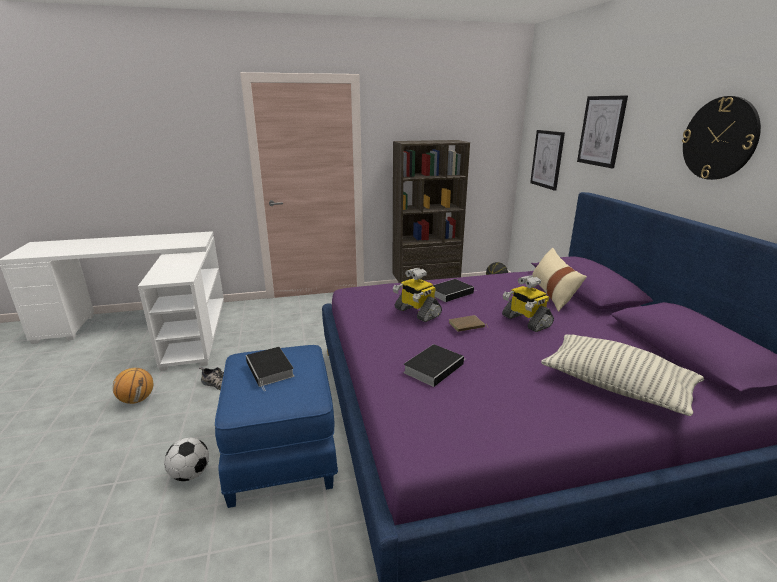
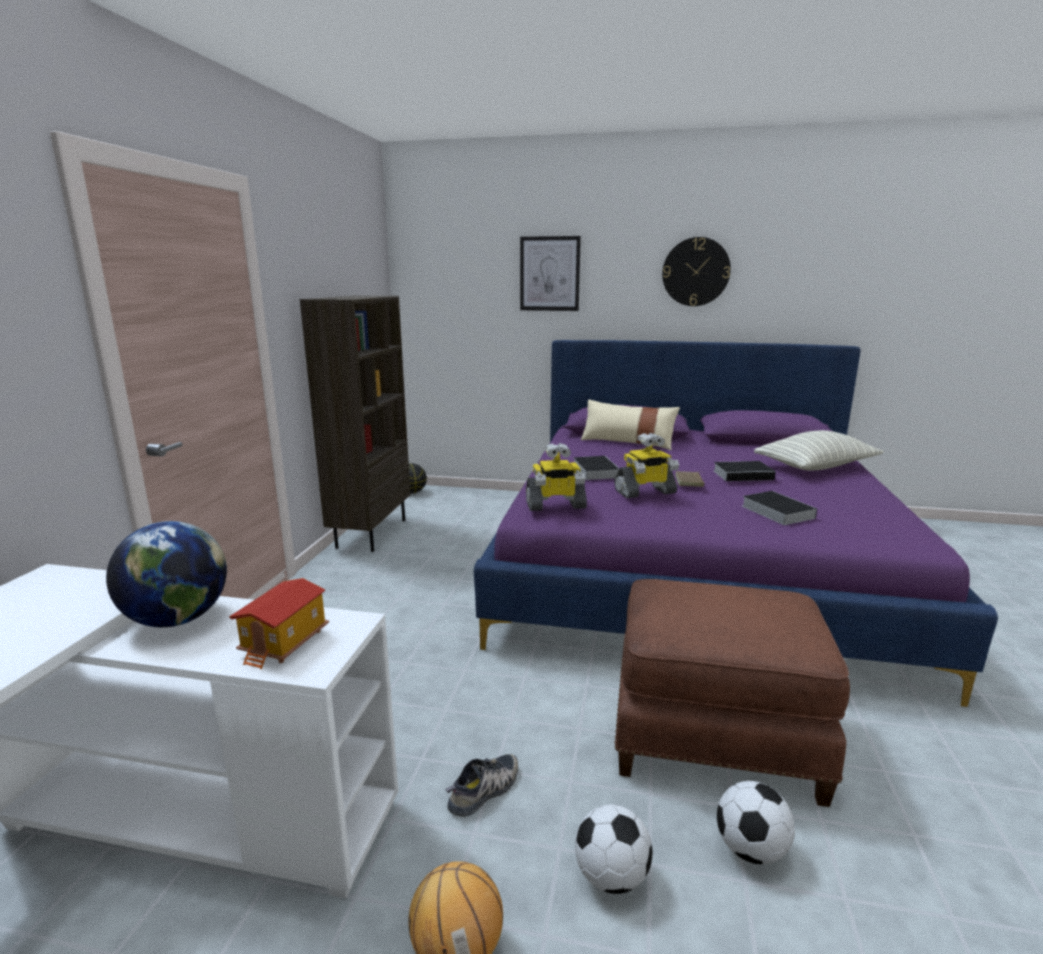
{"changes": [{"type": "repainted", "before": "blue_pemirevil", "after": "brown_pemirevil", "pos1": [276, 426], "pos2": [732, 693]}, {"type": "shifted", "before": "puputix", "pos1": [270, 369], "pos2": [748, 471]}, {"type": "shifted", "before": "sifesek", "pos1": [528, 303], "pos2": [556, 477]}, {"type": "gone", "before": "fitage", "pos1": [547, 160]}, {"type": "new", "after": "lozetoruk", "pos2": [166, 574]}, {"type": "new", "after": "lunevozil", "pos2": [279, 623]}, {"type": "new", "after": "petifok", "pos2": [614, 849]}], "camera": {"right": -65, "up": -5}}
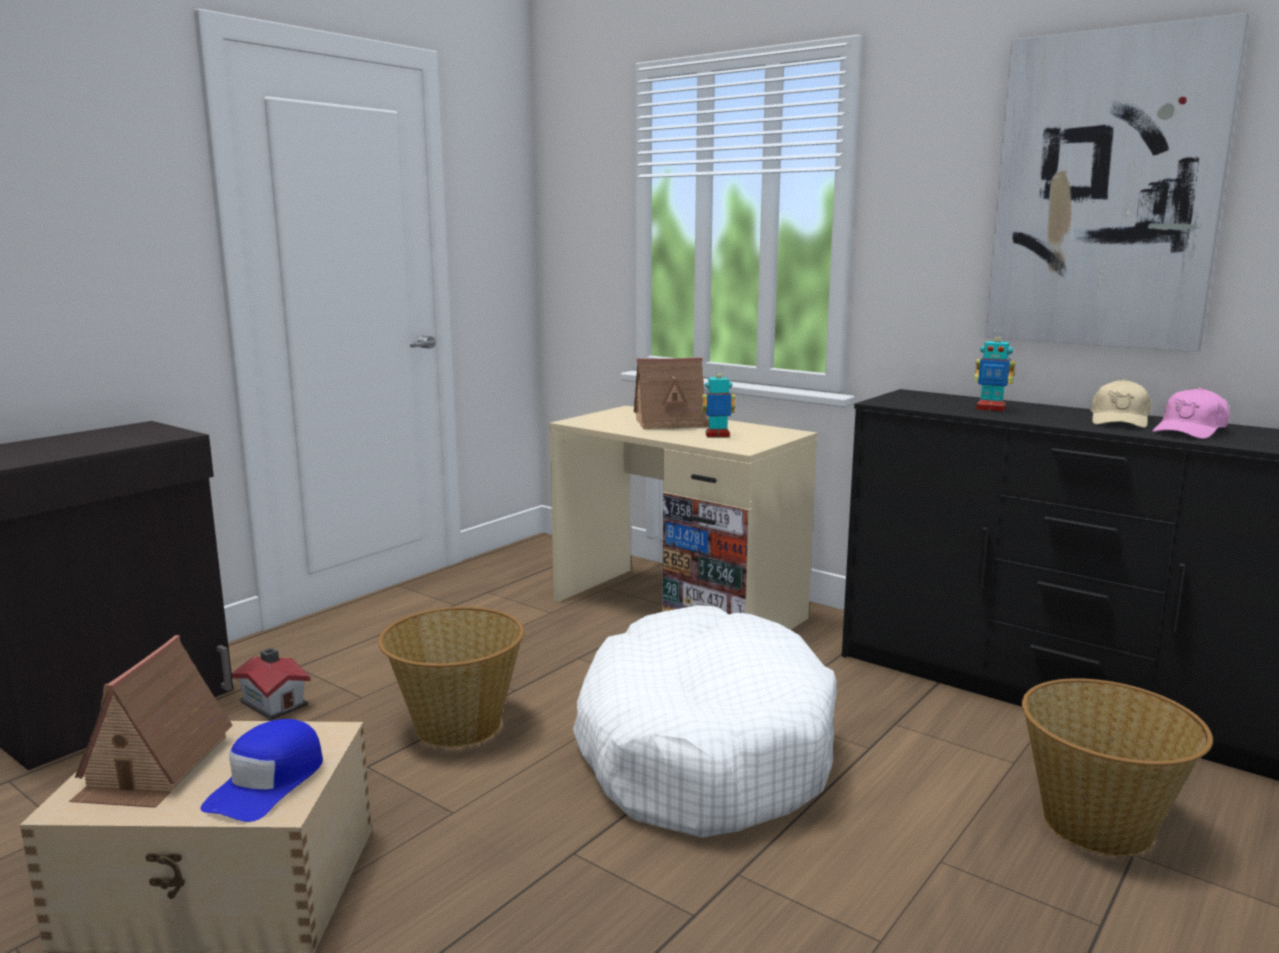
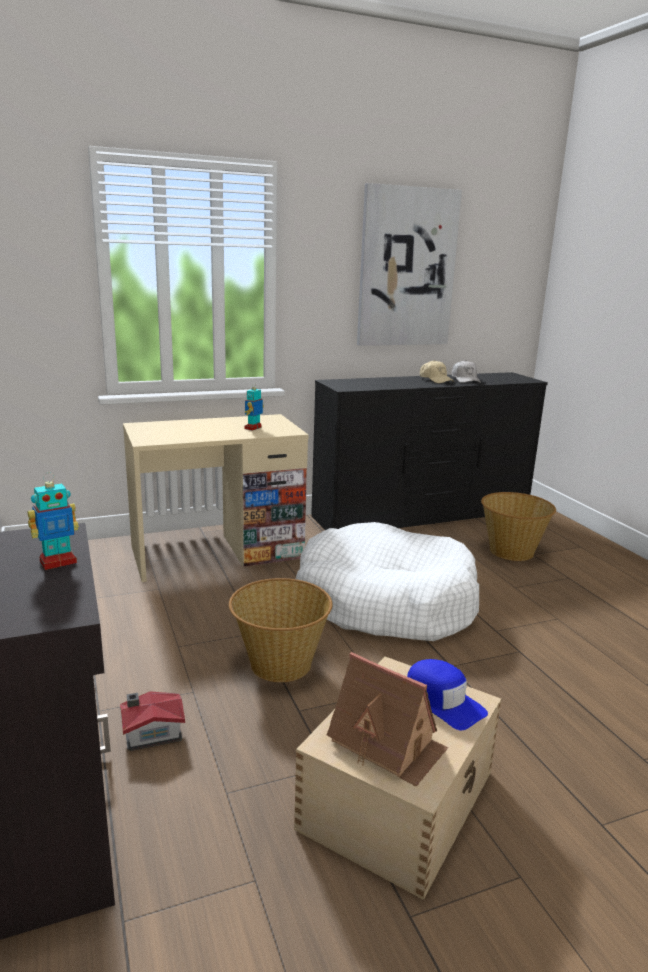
{"changes": [{"type": "gone", "before": "lunevozil", "pos1": [671, 393]}, {"type": "shifted", "before": "sifesek", "pos1": [995, 370], "pos2": [53, 521]}, {"type": "repainted", "before": "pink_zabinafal", "after": "white_zabinafal", "pos1": [1191, 413], "pos2": [466, 371]}], "camera": {"right": -60, "up": 5}}
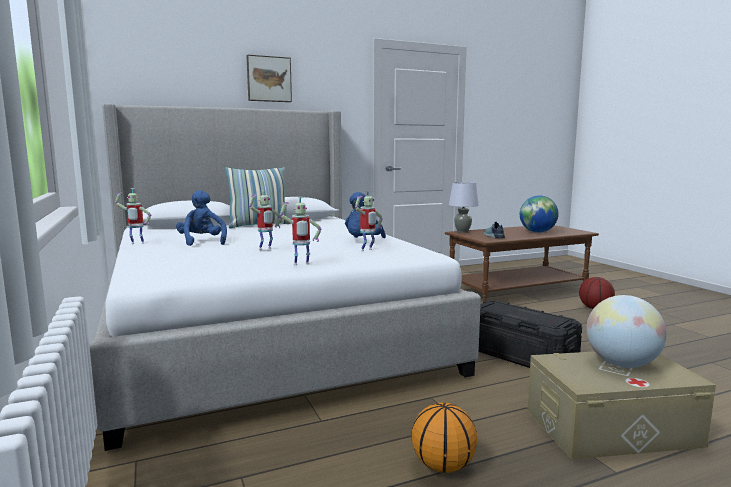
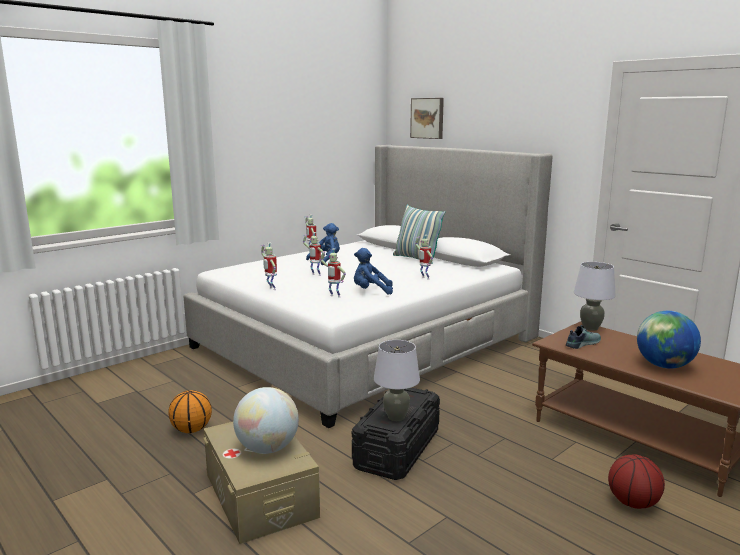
{"changes": [{"type": "shifted", "before": "fitage", "pos1": [269, 78], "pos2": [427, 118]}, {"type": "new", "after": "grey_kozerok", "pos2": [397, 380]}, {"type": "new", "after": "sifesek", "pos2": [424, 257]}], "camera": {"right": 70, "up": 5}}
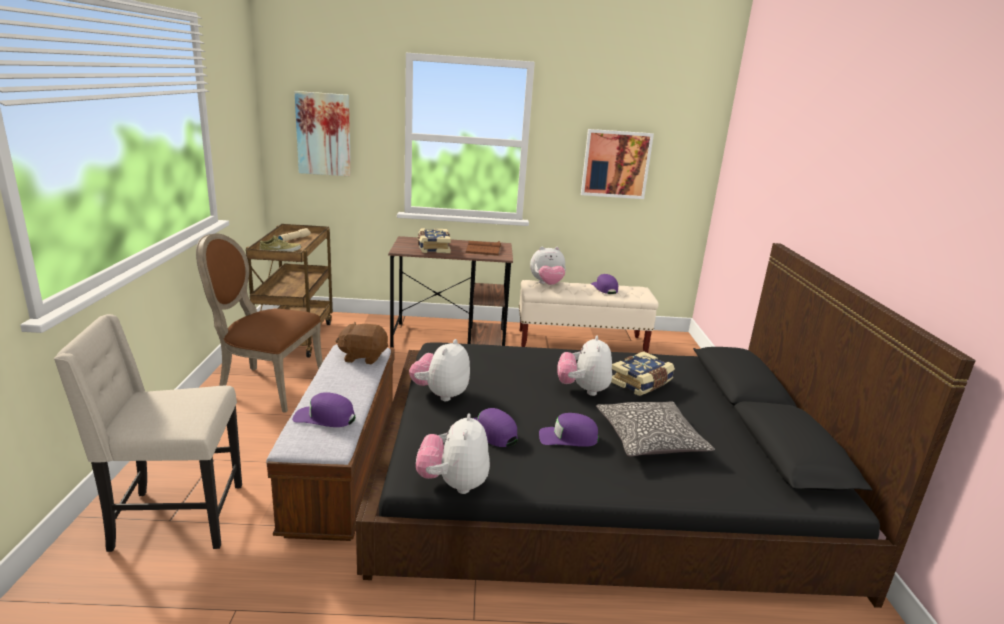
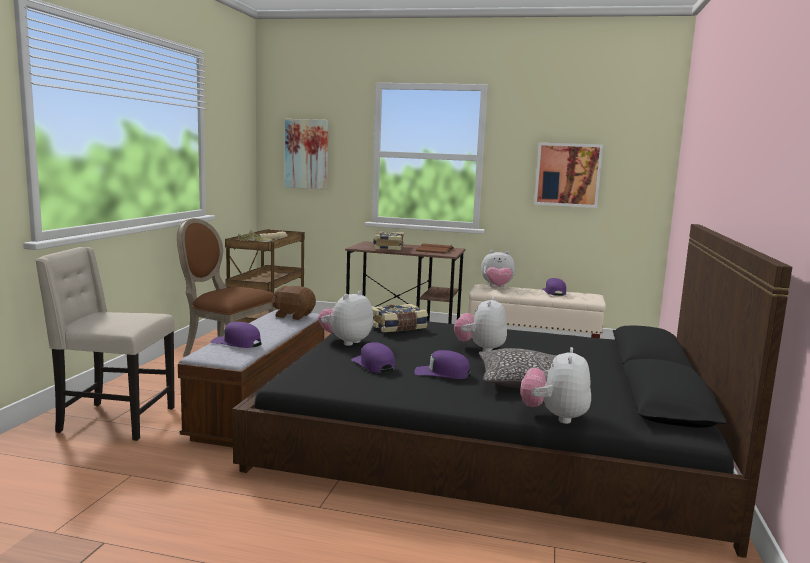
{"changes": [{"type": "shifted", "before": "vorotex", "pos1": [453, 453], "pos2": [555, 385]}, {"type": "shifted", "before": "puputix", "pos1": [643, 373], "pos2": [400, 318]}], "camera": {"right": 15, "up": -10}}
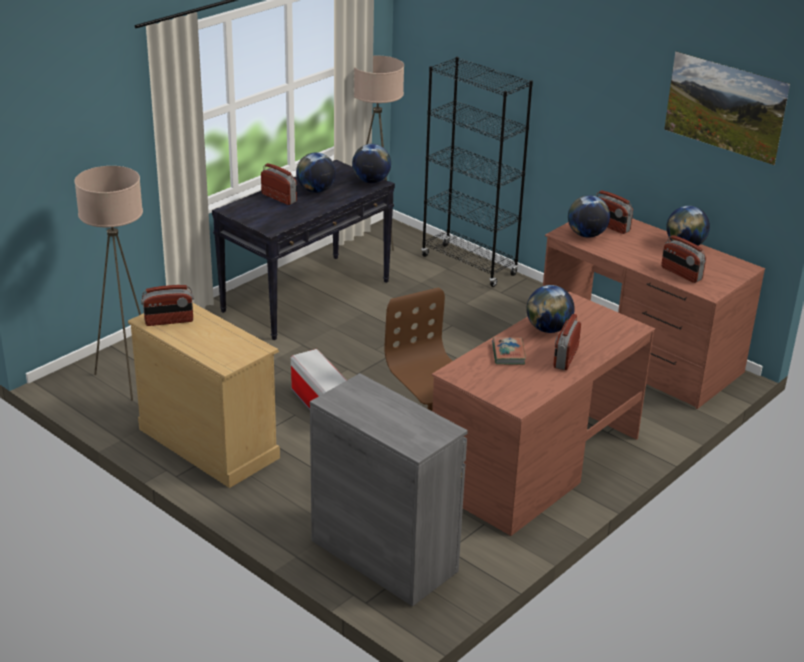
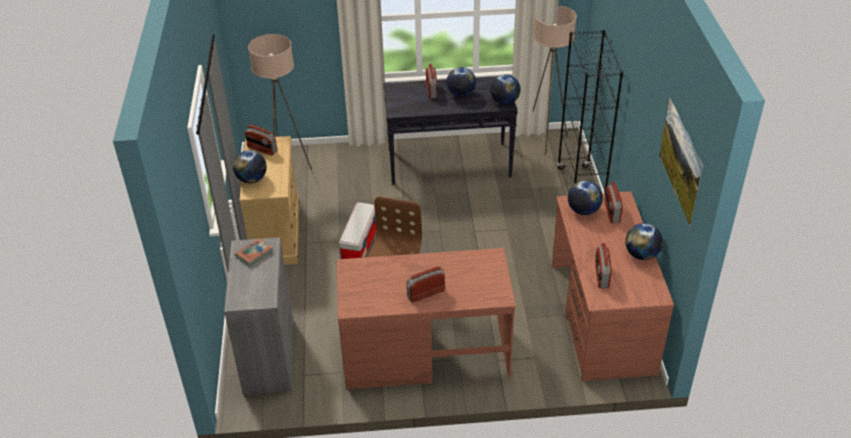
{"changes": [{"type": "shifted", "before": "puputix", "pos1": [509, 351], "pos2": [254, 252]}, {"type": "shifted", "before": "lozetoruk", "pos1": [551, 309], "pos2": [250, 166]}], "camera": {"right": 45, "up": 10}}
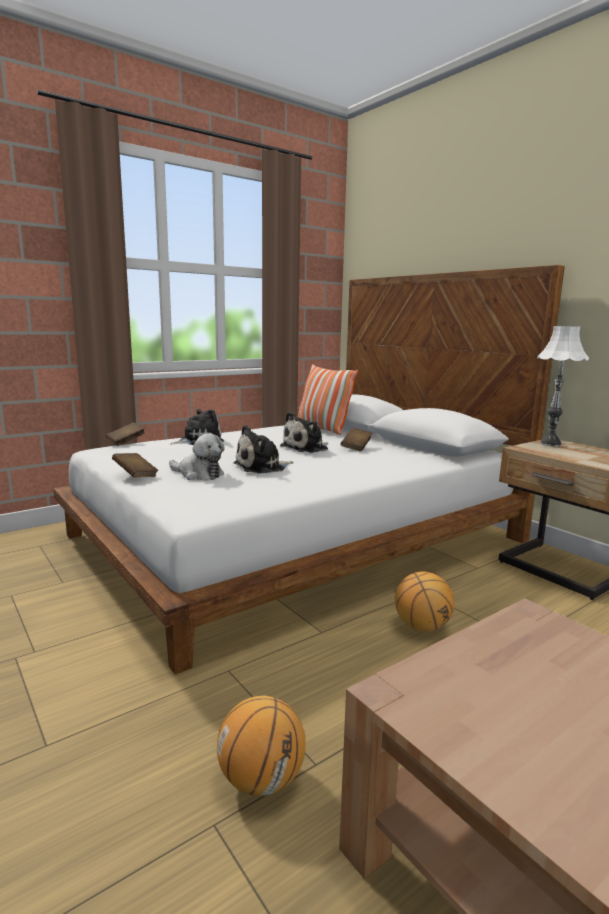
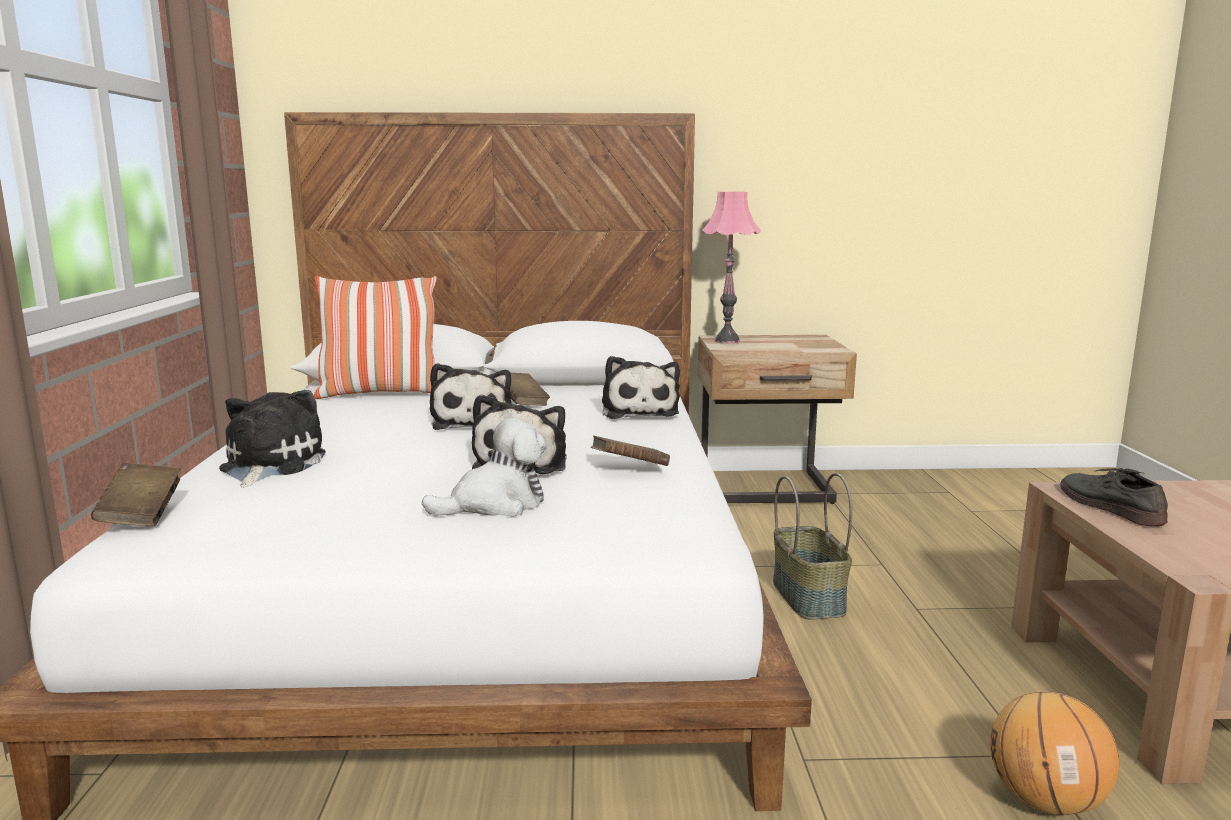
{"changes": [{"type": "shifted", "before": "brown_puputix", "pos1": [135, 465], "pos2": [630, 451]}, {"type": "swapped", "before": "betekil", "after": "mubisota", "pos1": [424, 601], "pos2": [812, 546]}, {"type": "repainted", "before": "white_kozerok", "after": "pink_kozerok", "pos1": [563, 386], "pos2": [731, 267]}, {"type": "new", "after": "vorotex", "pos2": [641, 387]}, {"type": "new", "after": "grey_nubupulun", "pos2": [1114, 497]}], "camera": {"right": -55, "up": 0}}
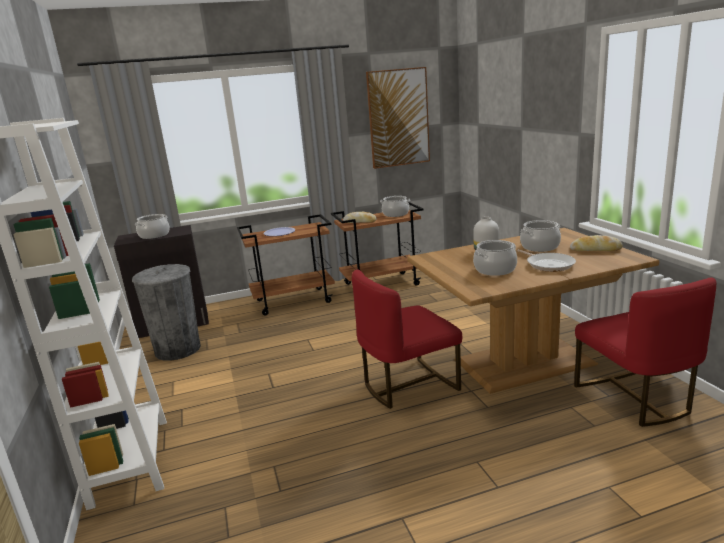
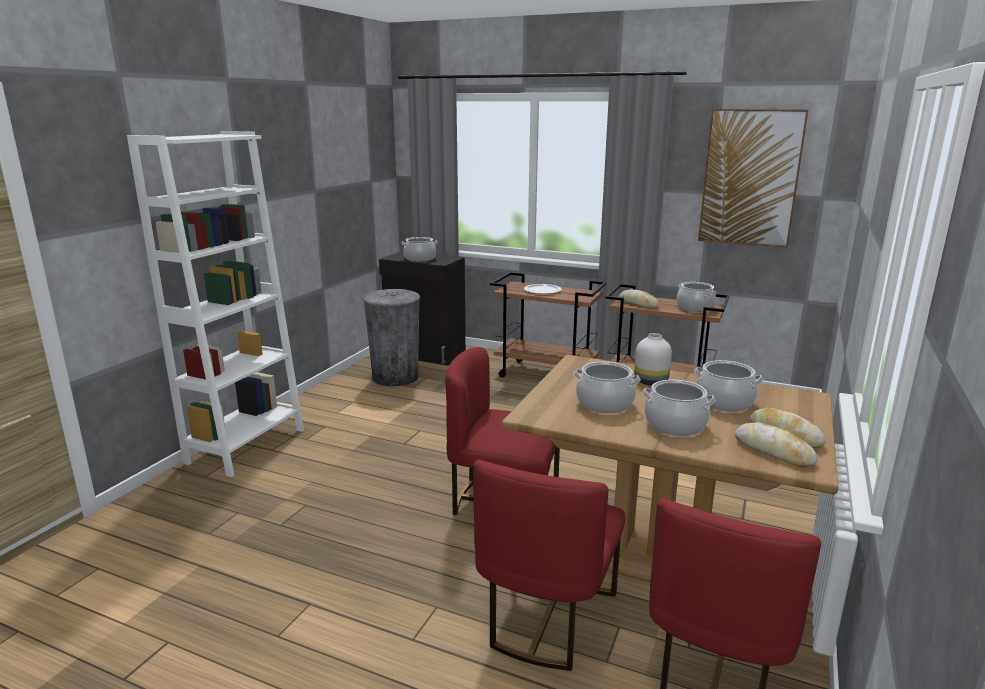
{"changes": [{"type": "swapped", "before": "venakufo", "after": "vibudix", "pos1": [546, 260], "pos2": [679, 407]}, {"type": "new", "after": "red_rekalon", "pos2": [549, 565]}, {"type": "new", "after": "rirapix", "pos2": [776, 444]}], "camera": {"right": 40, "up": 0}}
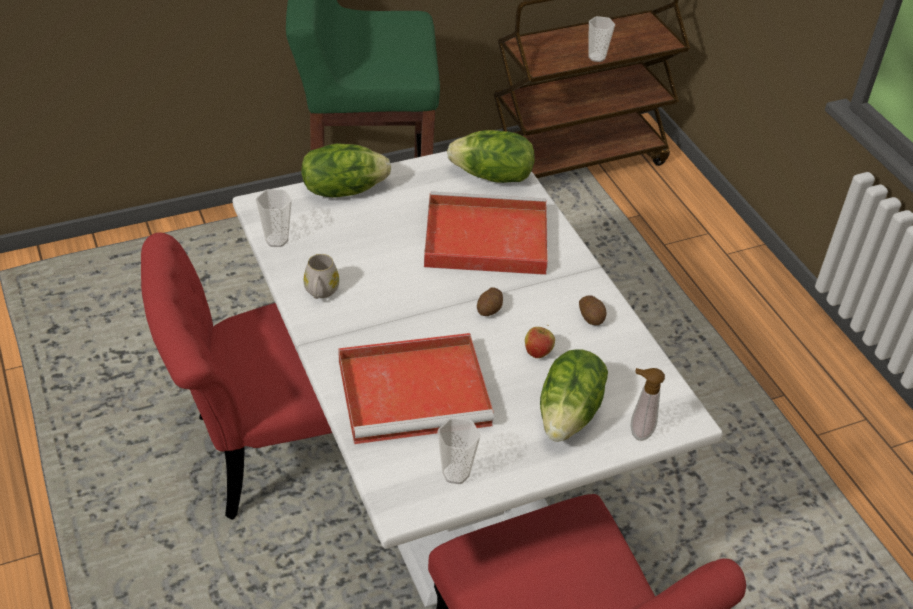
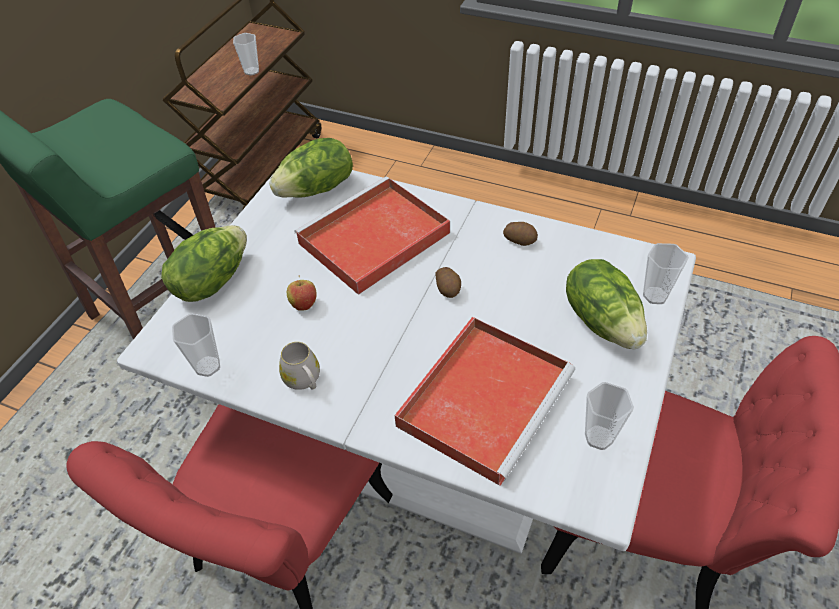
{"changes": [{"type": "shifted", "before": "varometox", "pos1": [540, 341], "pos2": [302, 293]}, {"type": "swapped", "before": "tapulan", "after": "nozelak", "pos1": [647, 404], "pos2": [666, 273]}], "camera": {"right": -40, "up": 5}}
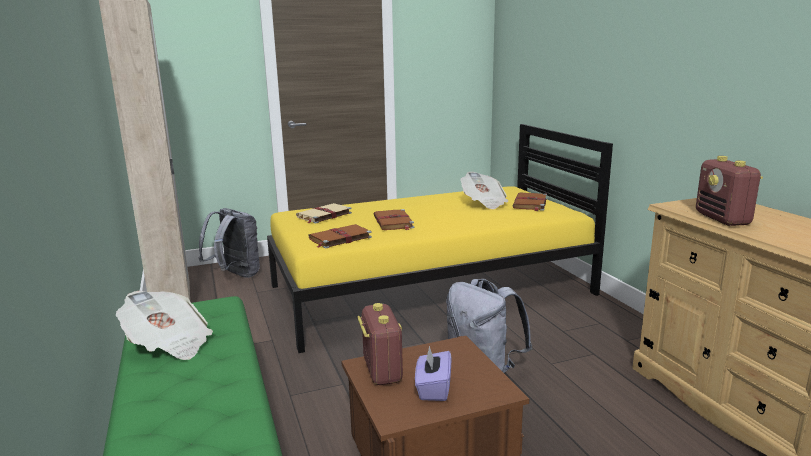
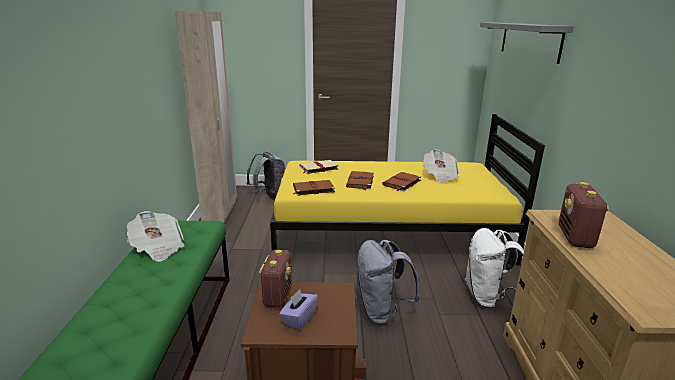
{"changes": [{"type": "shifted", "before": "brown_puputix", "pos1": [530, 202], "pos2": [401, 181]}, {"type": "new", "after": "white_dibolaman", "pos2": [494, 268]}, {"type": "new", "after": "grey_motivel", "pos2": [527, 43]}], "camera": {"right": 20, "up": 5}}
